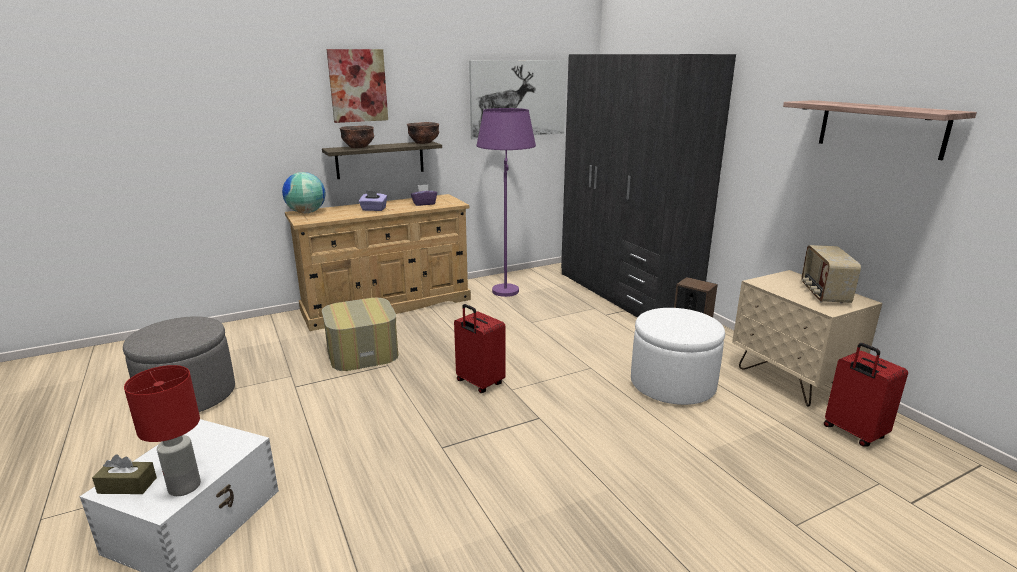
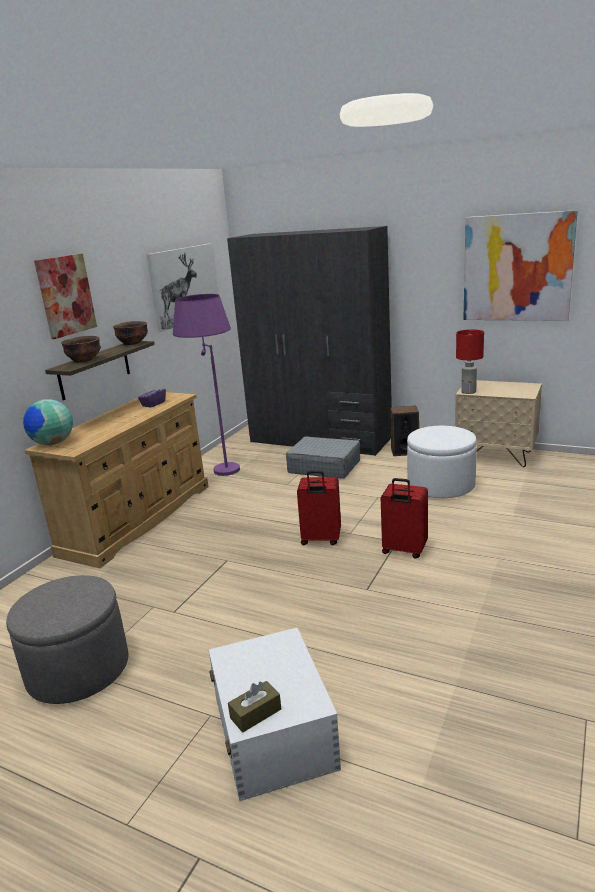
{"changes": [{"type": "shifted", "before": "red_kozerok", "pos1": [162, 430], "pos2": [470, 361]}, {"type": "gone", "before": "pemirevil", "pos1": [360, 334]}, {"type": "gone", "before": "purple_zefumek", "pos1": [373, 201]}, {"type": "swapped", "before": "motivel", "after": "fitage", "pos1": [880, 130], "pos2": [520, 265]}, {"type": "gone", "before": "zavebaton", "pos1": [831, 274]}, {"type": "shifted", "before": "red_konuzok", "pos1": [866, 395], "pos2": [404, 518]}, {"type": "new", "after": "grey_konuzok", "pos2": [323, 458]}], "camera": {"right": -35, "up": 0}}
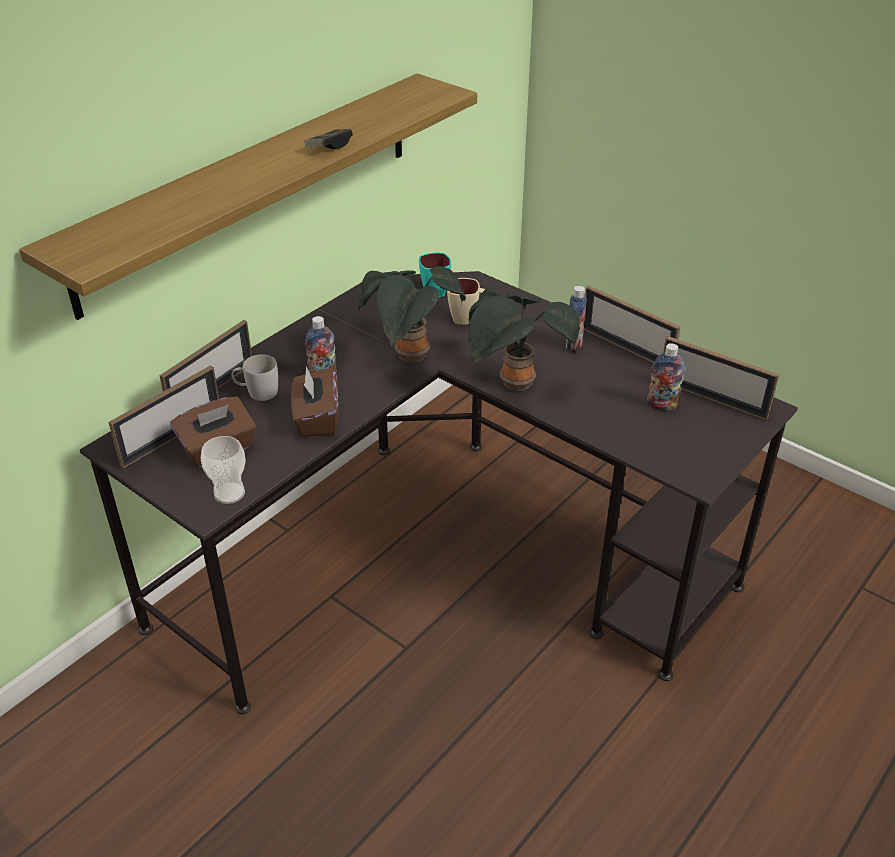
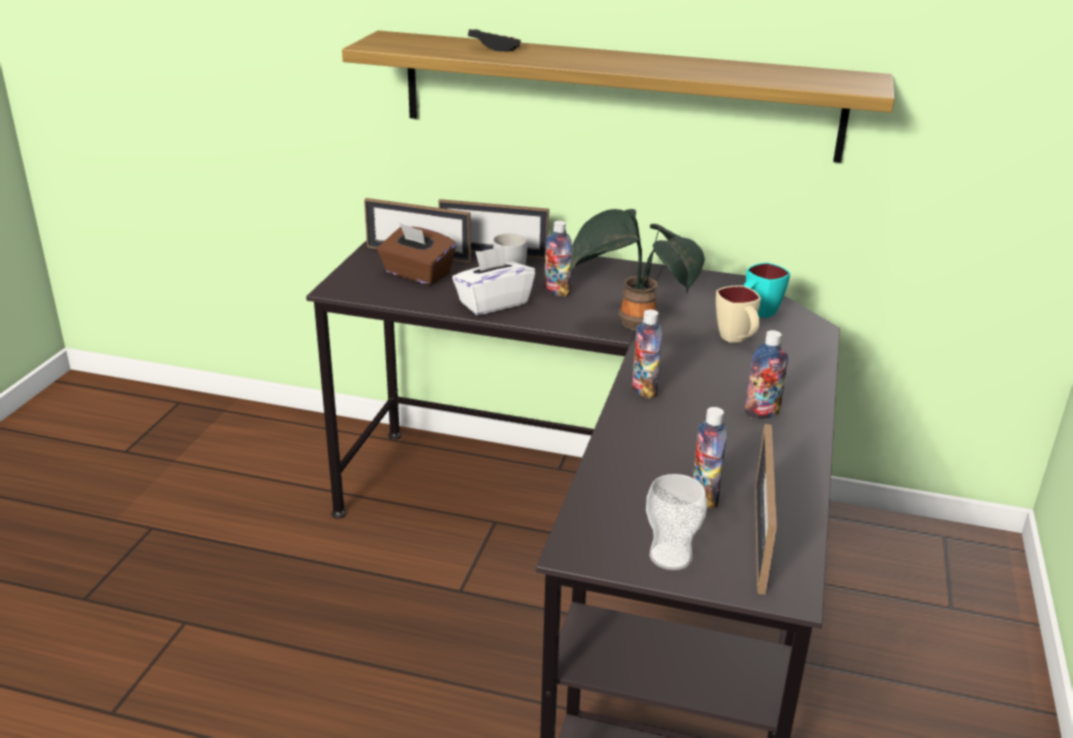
{"changes": [{"type": "shifted", "before": "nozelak", "pos1": [223, 470], "pos2": [676, 522]}, {"type": "repainted", "before": "brown_zefumek", "after": "white_zefumek", "pos1": [314, 402], "pos2": [493, 280]}, {"type": "shifted", "before": "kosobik", "pos1": [329, 139], "pos2": [494, 40]}, {"type": "swapped", "before": "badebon", "after": "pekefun", "pos1": [524, 339], "pos2": [647, 354]}, {"type": "gone", "before": "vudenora", "pos1": [632, 324]}], "camera": {"right": 65, "up": -10}}
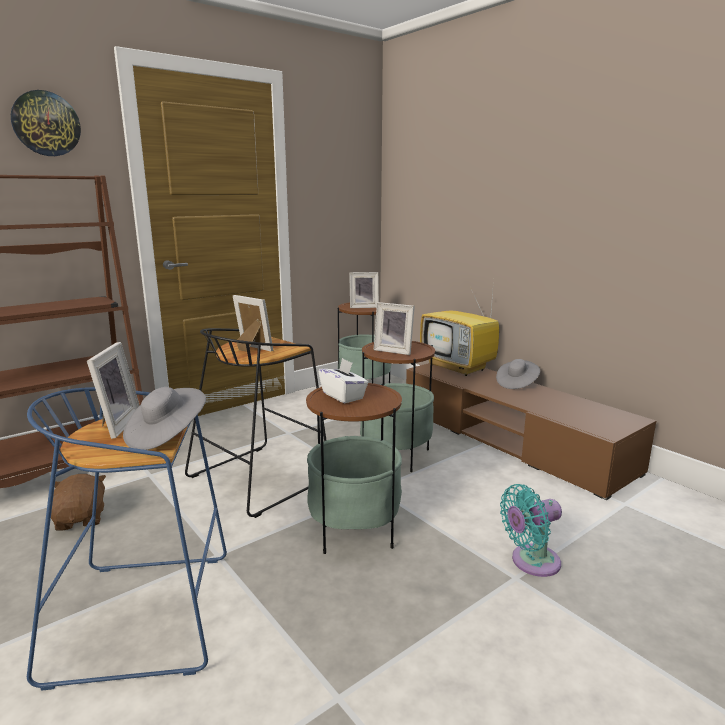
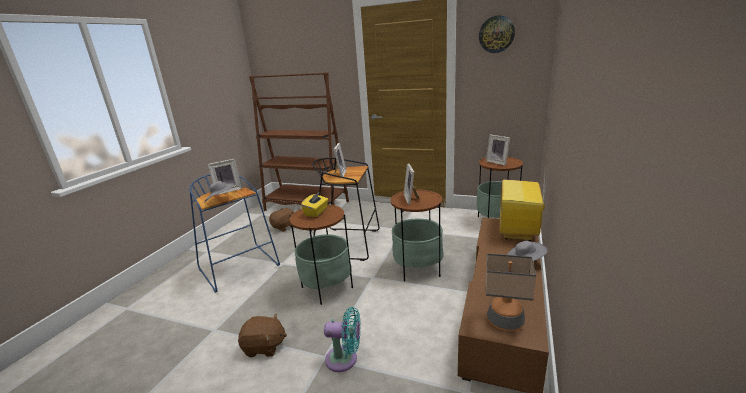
{"changes": [{"type": "shifted", "before": "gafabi", "pos1": [46, 123], "pos2": [497, 34]}, {"type": "repainted", "before": "white_zefumek", "after": "yellow_zefumek", "pos1": [343, 380], "pos2": [314, 204]}, {"type": "rotated", "before": "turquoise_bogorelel", "pos1": [531, 530], "pos2": [342, 339], "turn": 150}, {"type": "new", "after": "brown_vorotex", "pos2": [262, 335]}, {"type": "new", "after": "kozerok", "pos2": [511, 292]}], "camera": {"right": 60, "up": 5}}
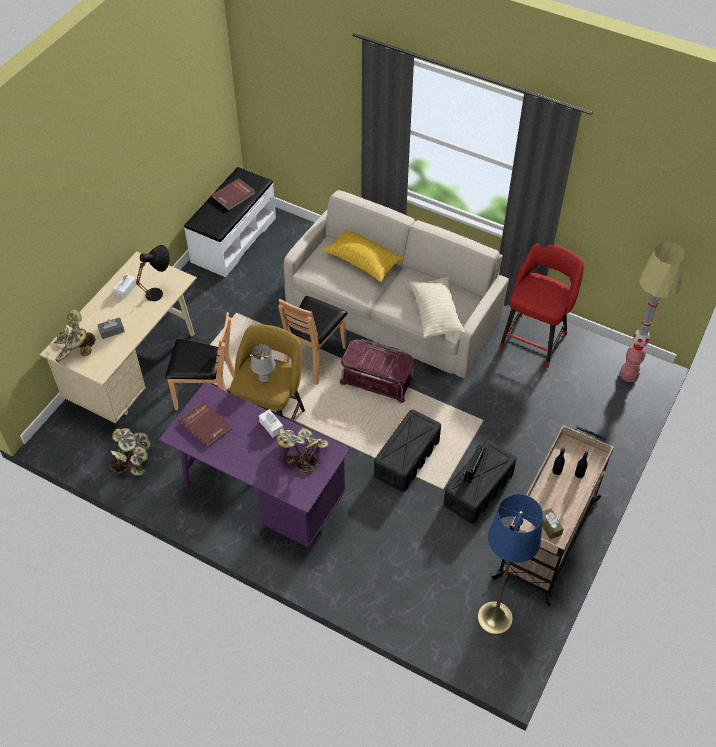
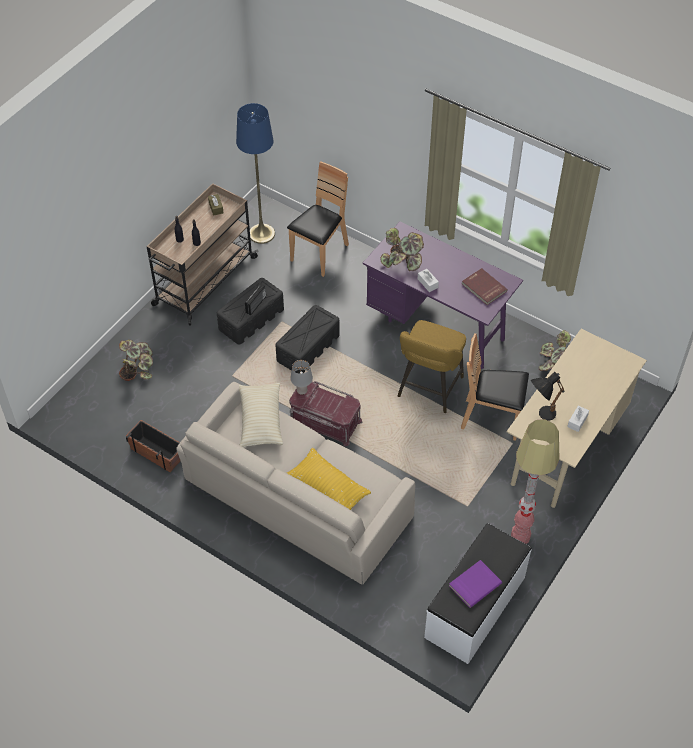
{"changes": [{"type": "shifted", "before": "badebon", "pos1": [74, 335], "pos2": [136, 360]}, {"type": "gone", "before": "grey_zefumek", "pos1": [111, 328]}, {"type": "repainted", "before": "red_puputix", "after": "purple_puputix", "pos1": [233, 194], "pos2": [475, 584]}, {"type": "shifted", "before": "grey_kozerok", "pos1": [263, 363], "pos2": [301, 377]}, {"type": "shifted", "before": "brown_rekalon", "pos1": [312, 340], "pos2": [318, 219]}, {"type": "swapped", "before": "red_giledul", "after": "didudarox", "pos1": [541, 305], "pos2": [153, 446]}, {"type": "shifted", "before": "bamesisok", "pos1": [652, 312], "pos2": [535, 481]}], "camera": {"right": -175, "up": 0}}
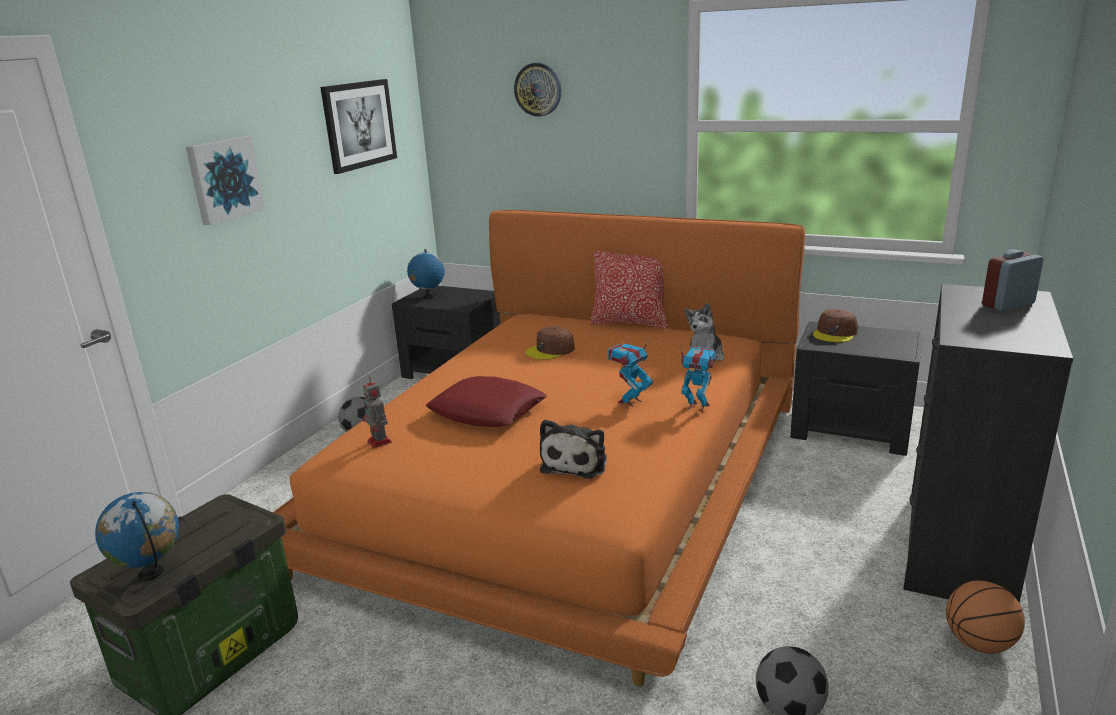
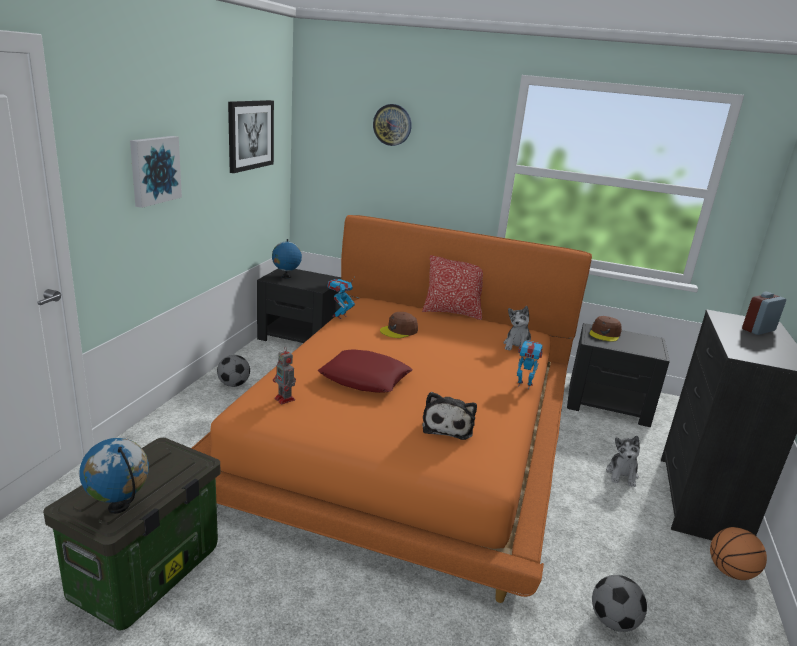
{"changes": [{"type": "shifted", "before": "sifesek", "pos1": [630, 372], "pos2": [341, 297]}, {"type": "new", "after": "vorotex", "pos2": [623, 461]}], "camera": {"right": -10, "up": 0}}
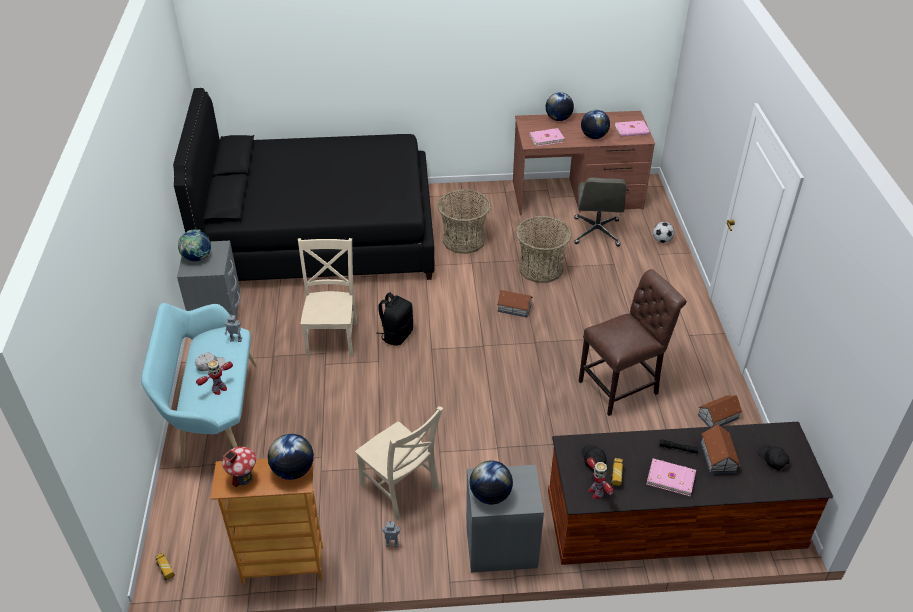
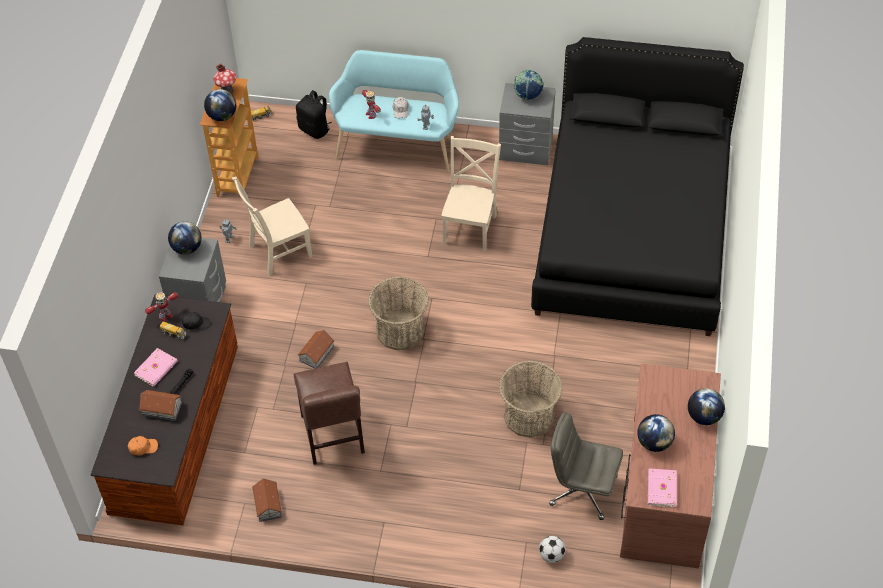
{"changes": [{"type": "rotated", "before": "beige_rekalon", "pos1": [328, 297], "pos2": [471, 193], "turn": -90}, {"type": "shifted", "before": "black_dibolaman", "pos1": [394, 319], "pos2": [314, 114]}, {"type": "shifted", "before": "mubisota", "pos1": [464, 221], "pos2": [398, 313]}, {"type": "shifted", "before": "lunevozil", "pos1": [515, 304], "pos2": [316, 349]}, {"type": "gone", "before": "pink_puputix", "pos1": [547, 137]}, {"type": "rotated", "before": "sifesek", "pos1": [600, 478], "pos2": [161, 307], "turn": 150}, {"type": "repainted", "before": "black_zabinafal", "after": "orange_zabinafal", "pos1": [773, 458], "pos2": [143, 445]}], "camera": {"right": 105, "up": 10}}
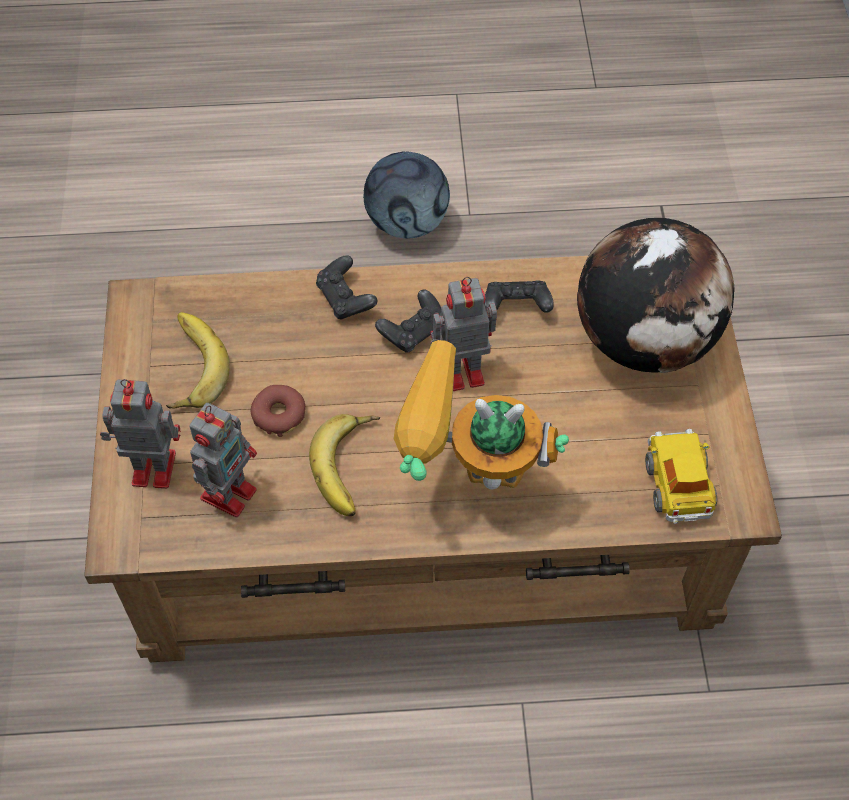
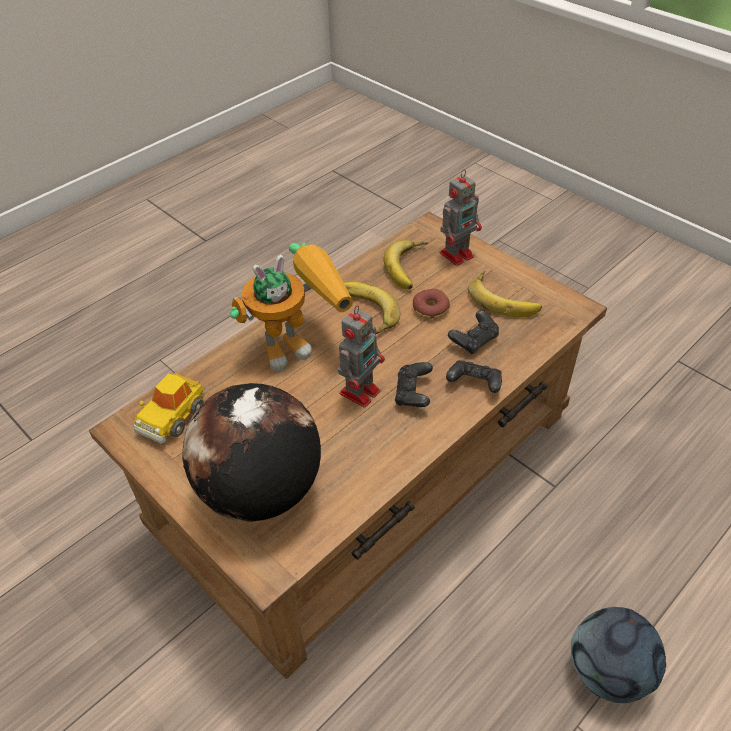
{"changes": [{"type": "swapped", "before": "sifesek", "after": "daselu", "pos1": [223, 460], "pos2": [406, 264]}, {"type": "shifted", "before": "black_kosobik", "pos1": [519, 296], "pos2": [473, 332]}, {"type": "rotated", "before": "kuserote", "pos1": [681, 476], "pos2": [169, 408], "turn": 75}], "camera": {"right": 140, "up": -10}}
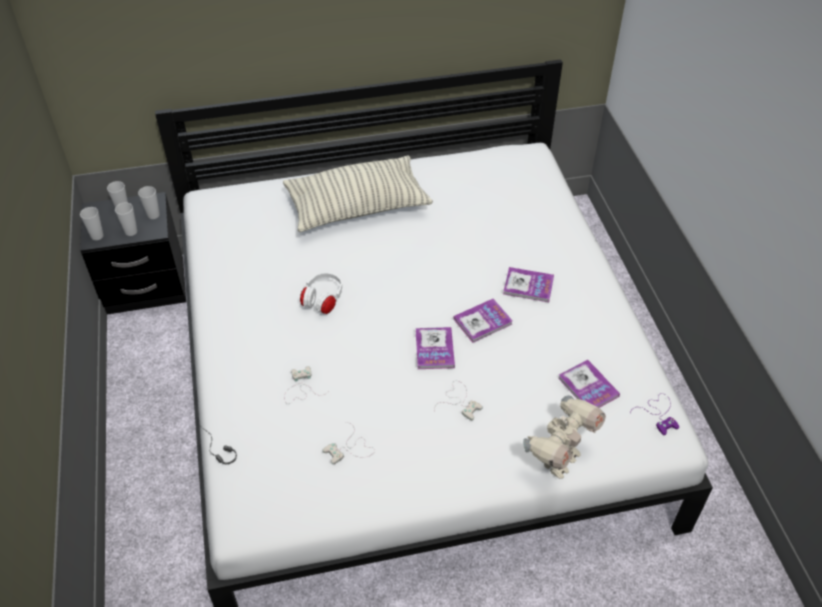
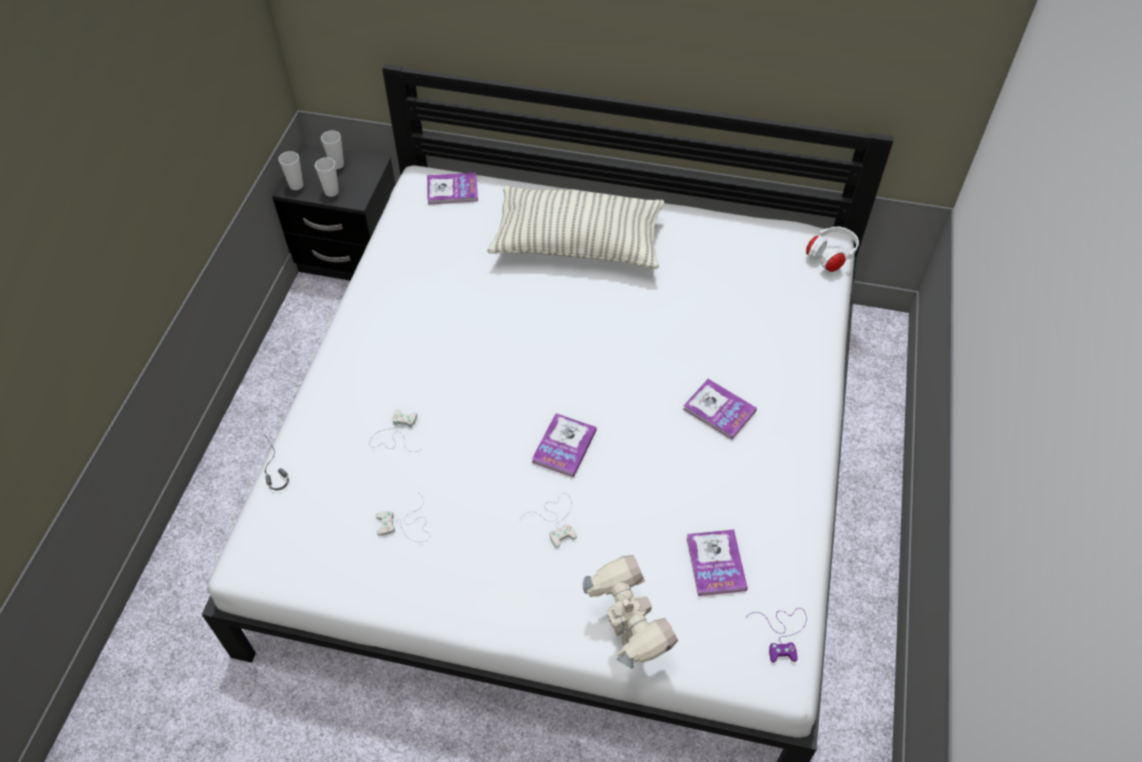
{"changes": [{"type": "gone", "before": "nozelak", "pos1": [149, 202]}, {"type": "shifted", "before": "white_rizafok", "pos1": [321, 293], "pos2": [832, 249]}, {"type": "shifted", "before": "puputix", "pos1": [482, 321], "pos2": [452, 188]}, {"type": "rotated", "before": "sifesek", "pos1": [564, 437], "pos2": [630, 612], "turn": -90}], "camera": {"right": 25, "up": 5}}
